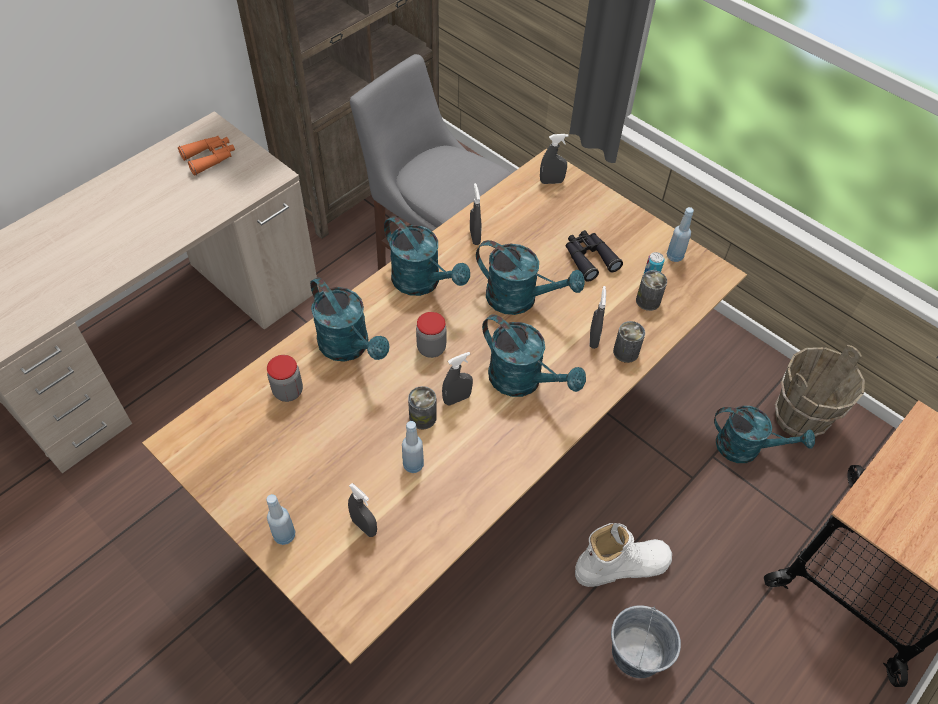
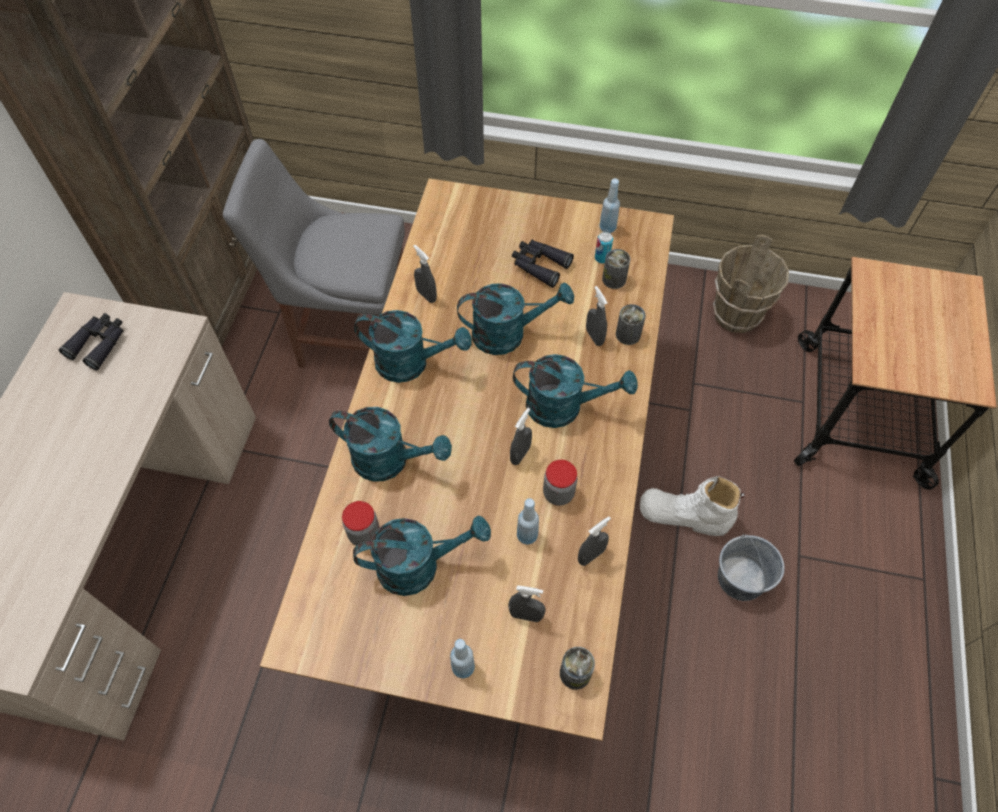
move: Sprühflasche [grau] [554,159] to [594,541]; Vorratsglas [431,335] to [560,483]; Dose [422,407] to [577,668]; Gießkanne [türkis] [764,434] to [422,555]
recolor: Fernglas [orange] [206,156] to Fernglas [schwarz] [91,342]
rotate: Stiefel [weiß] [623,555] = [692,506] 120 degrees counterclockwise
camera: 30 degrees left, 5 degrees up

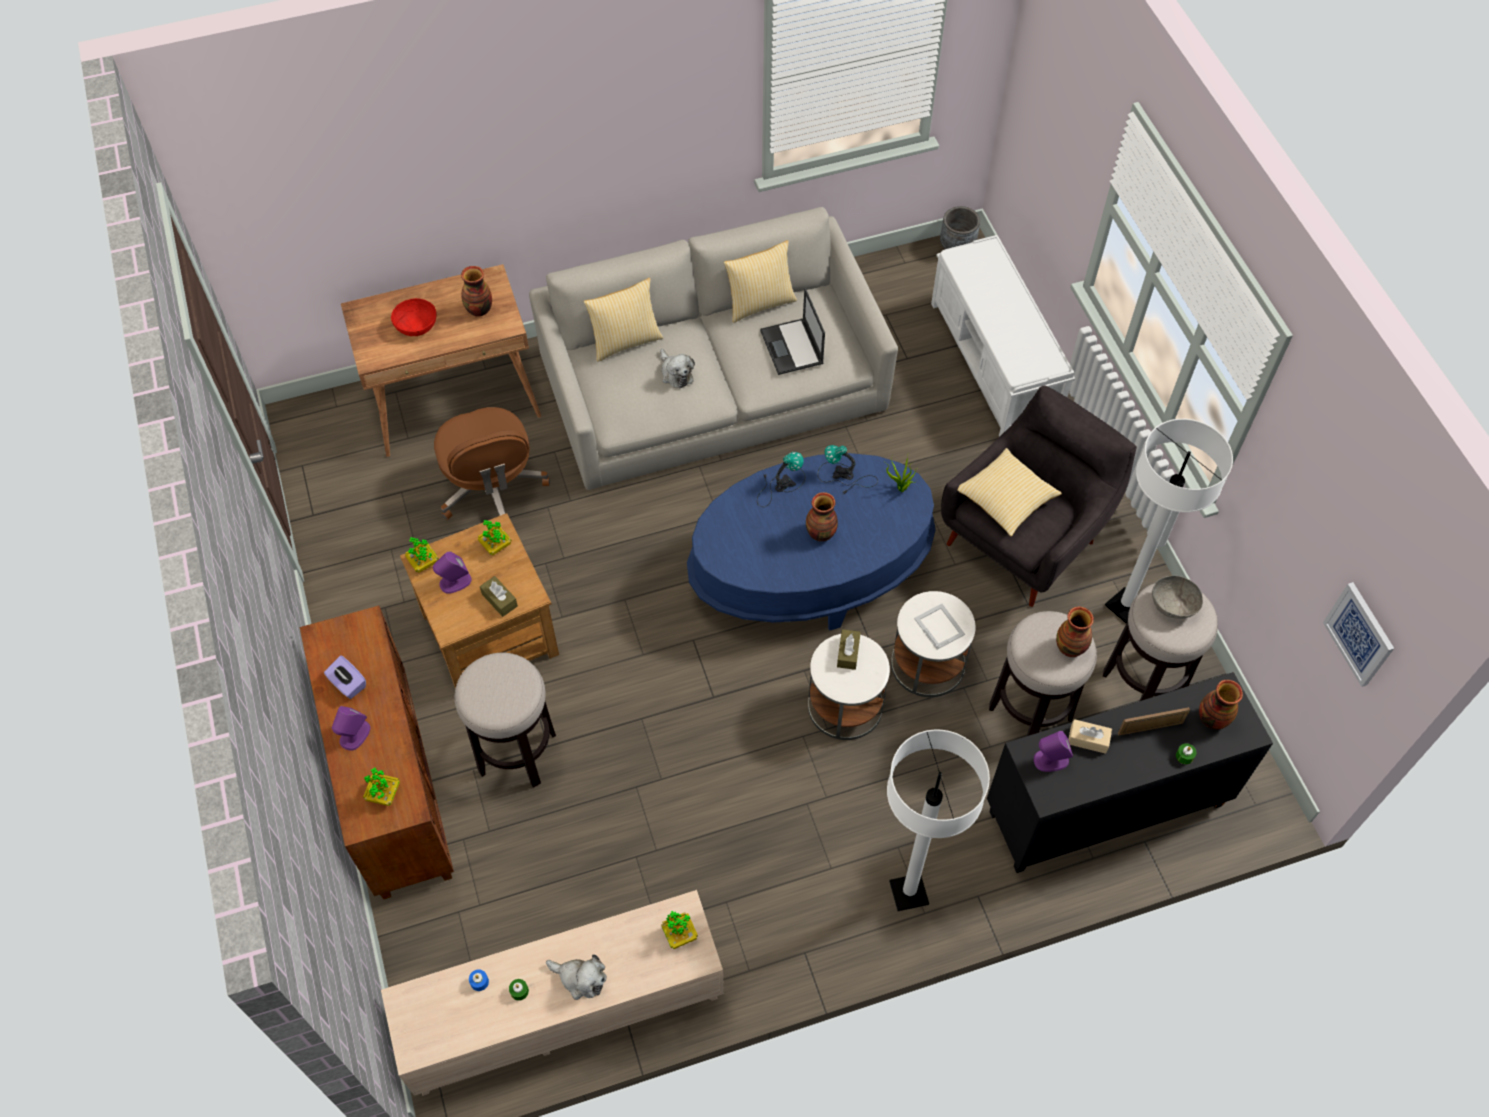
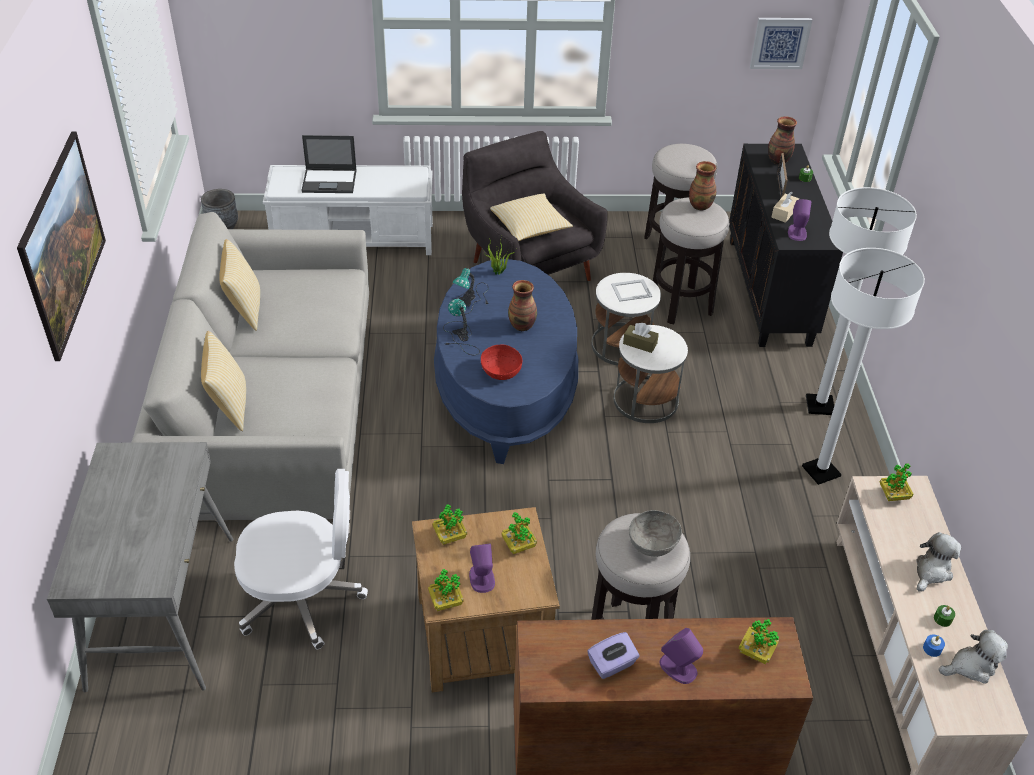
delete: Vase [476,291]
insert: Bild [61,246]
move: Laptop [792,331] to [329,164]; Schüssel [rot] [414,317] to [501,362]; Plüschtier [677,368] to [973,657]; Stehlampe [weiß] [1169,521] to [863,366]; Schüssel [grau] [1177,597] to [655,533]
replace: Taschentuchbox [braun] [499,596] to Topfpflanze [519,533]
recolor: Schreibtisch [braun] [441,360] to Schreibtisch [grau] [140,567]; Bürostuhl [braun] [492,463] to Bürostuhl [weiß] [301,559]
camera: 75 degrees left, 15 degrees down

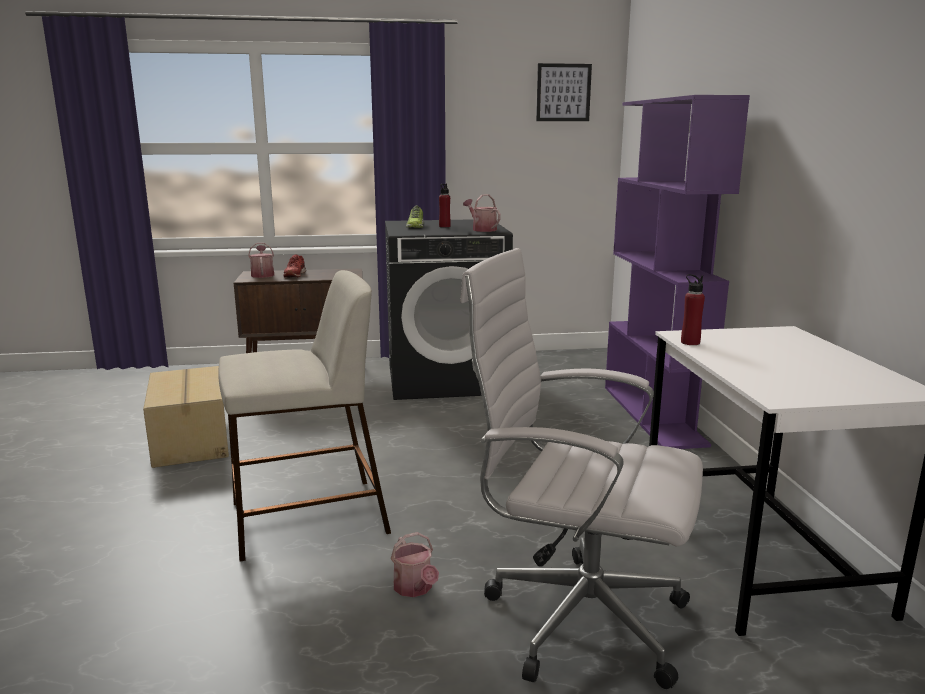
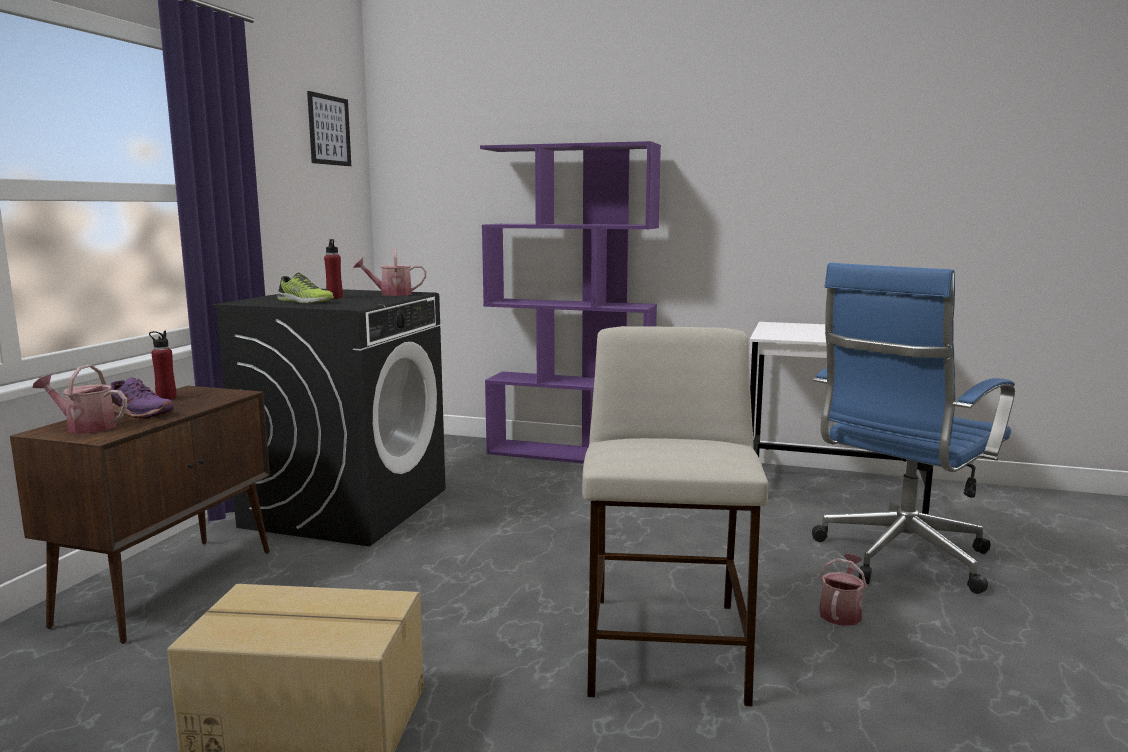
move: Flasche [rot] [693,309] to [163,365]
recolor: Bürostuhl [weiß] [581,468] to Bürostuhl [blau] [913,428]; Schuh [rot] [294,266] to Schuh [lila] [141,398]
rotate: Gießkanne [414,564] = [843,590] 60 degrees counterclockwise
camera: 65 degrees left, 5 degrees down

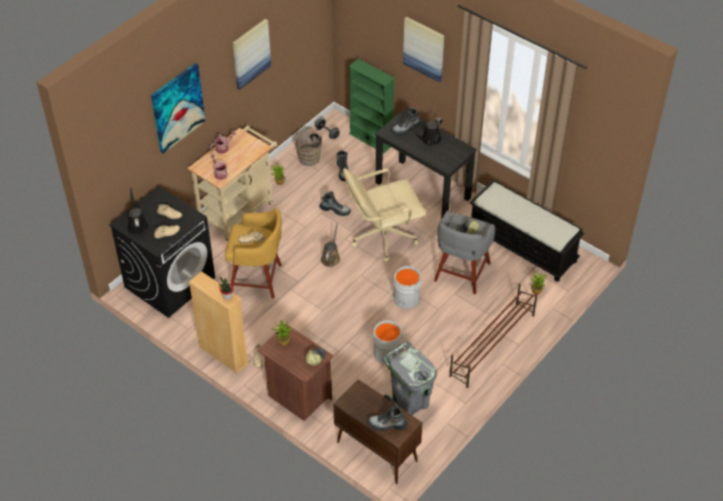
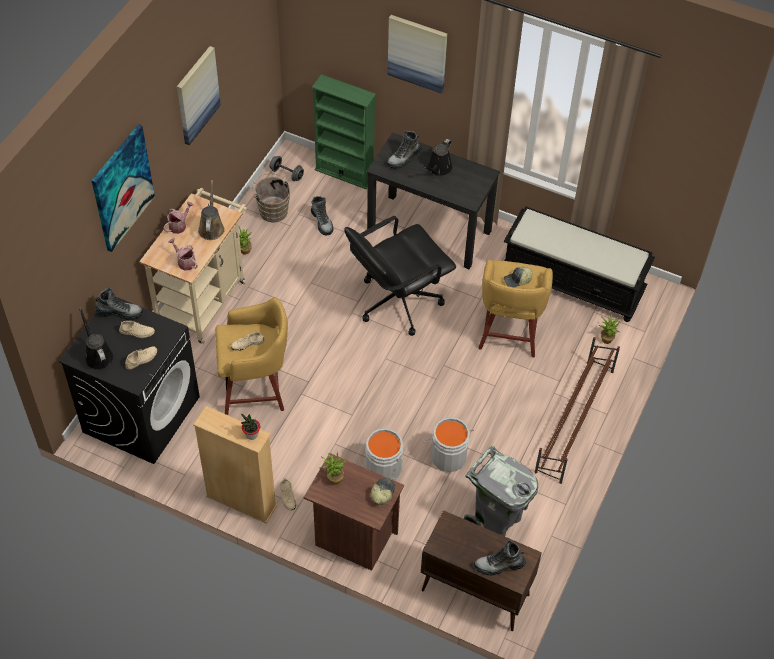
move: Stiefel [335,203] to [119,304]; Gießkanne [braun] [330,245] to [211,210]; Eimer [grau] [404,287] to [380,454]
recolor: Bürostuhl [beige] [384,215] to Bürostuhl [schwarz] [400,276]; Hocker [grau] [464,252] to Hocker [gelb] [515,308]
camera: 15 degrees left, 5 degrees up

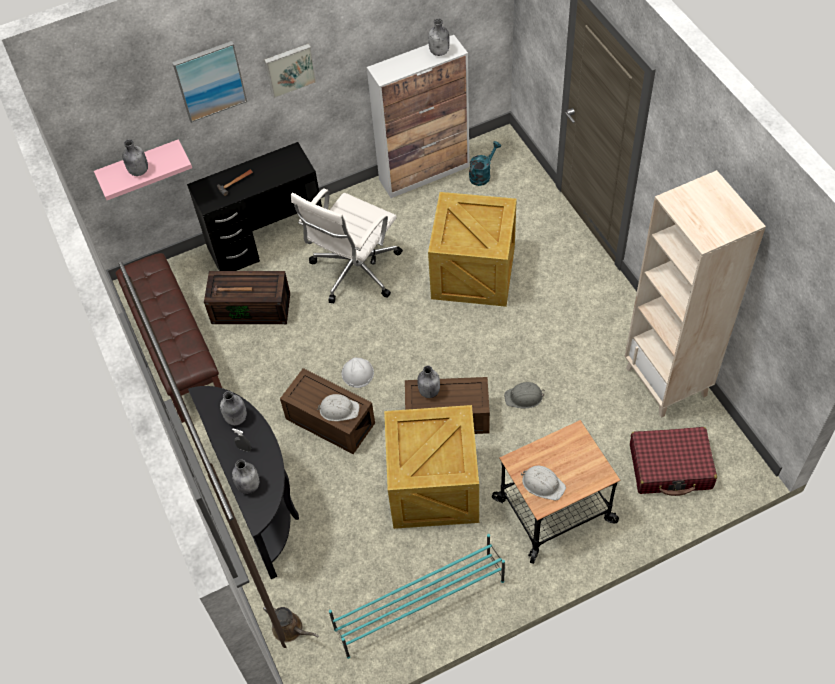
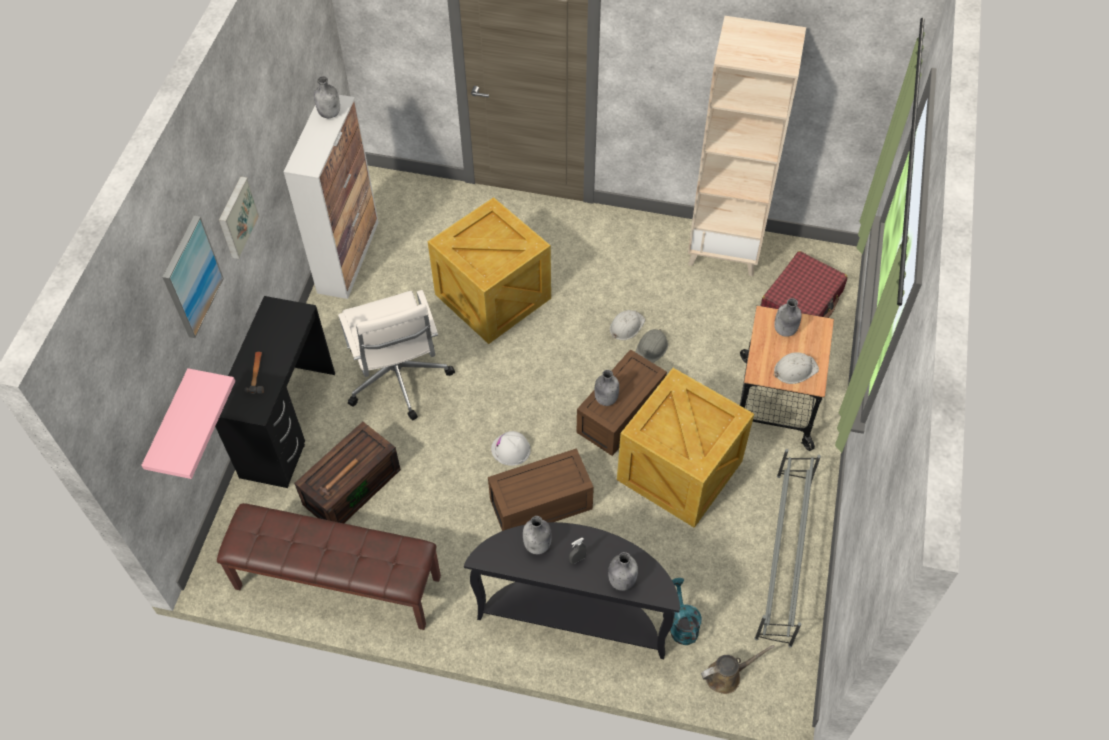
move: Flasche [grau] [135,157] to [788,317]; Gießkanne [türkis] [485,163] to [686,611]; Schutzhelm [weiß] [338,407] to [627,325]
recolor: Schuhregal [türkis] [417,596] to Schuhregal [grau] [788,548]
camera: 55 degrees left, 0 degrees up

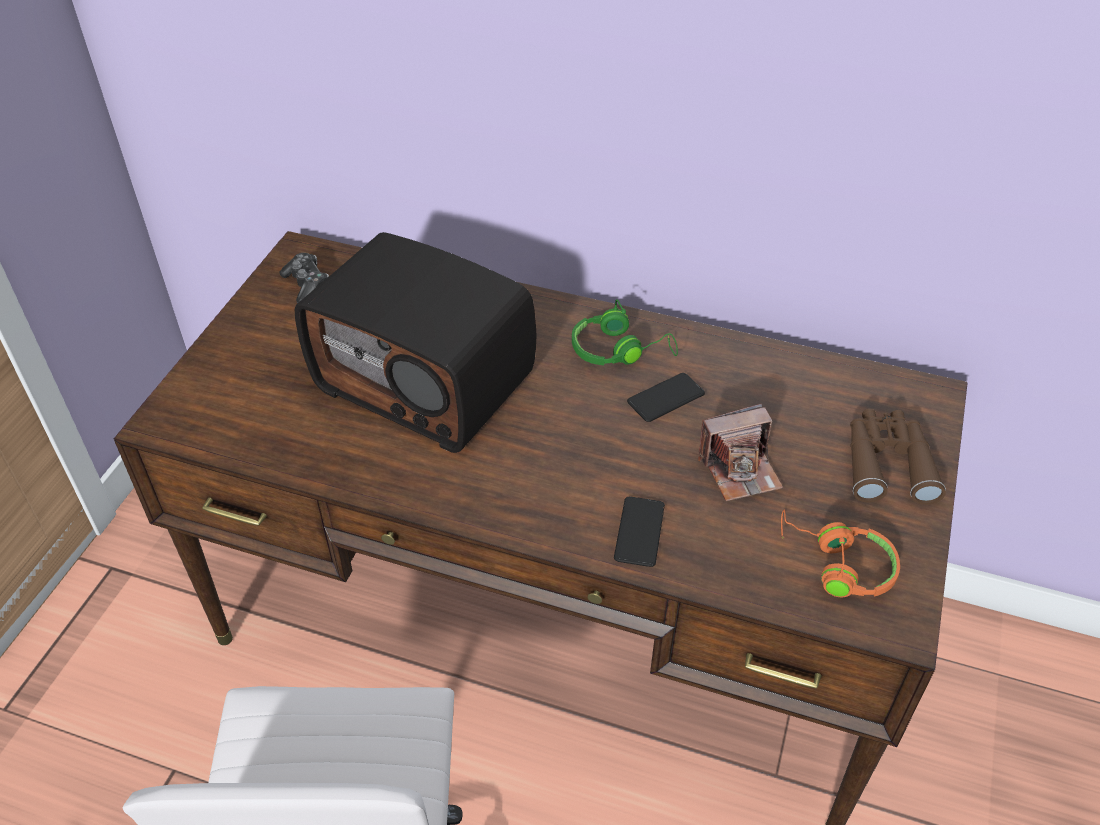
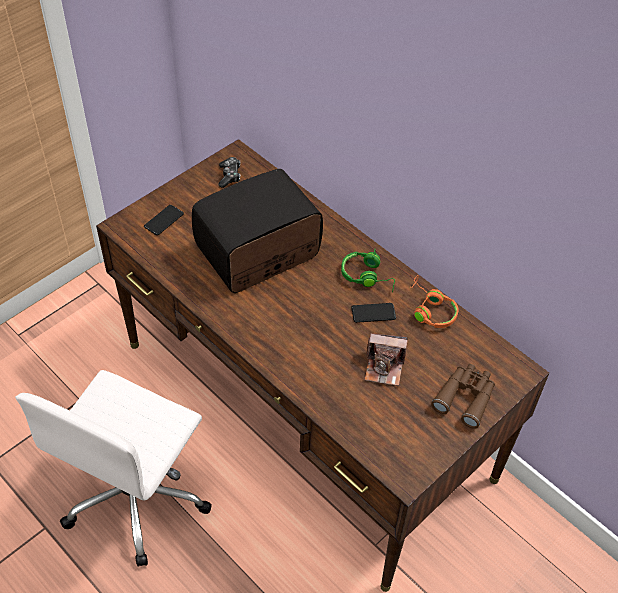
move: Handy [639,531] to [164,220]; Kopfhörer [orange] [840,554] to [434,301]
rotate: Radio [415,342] = [257,231] 90 degrees clockwise
camera: 25 degrees right, 5 degrees up

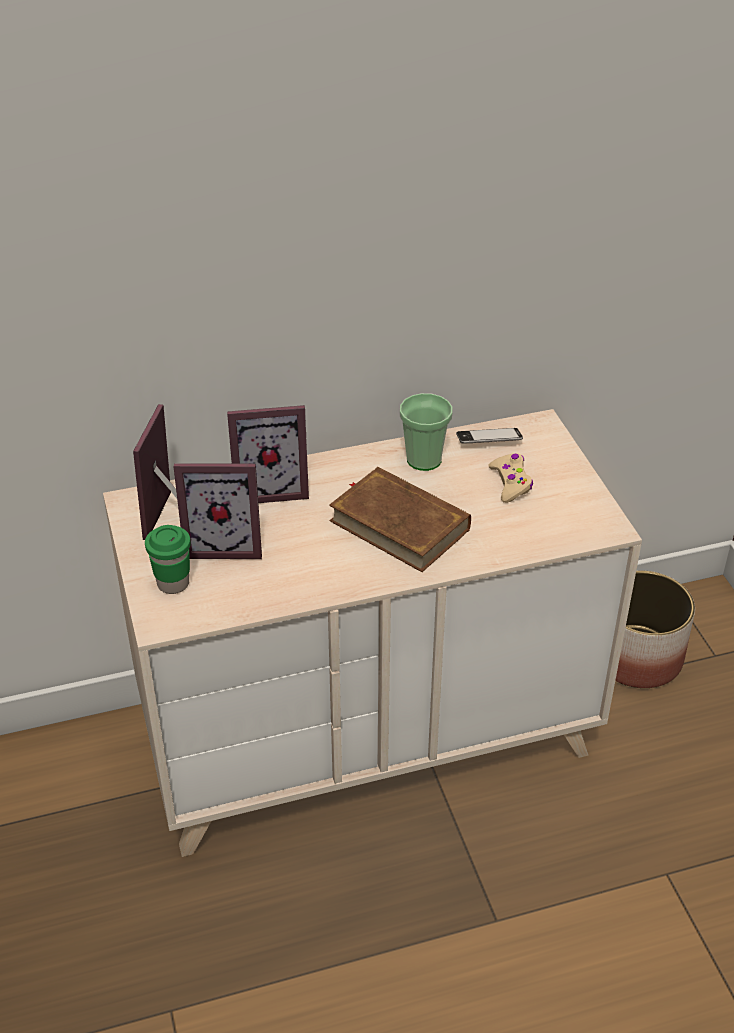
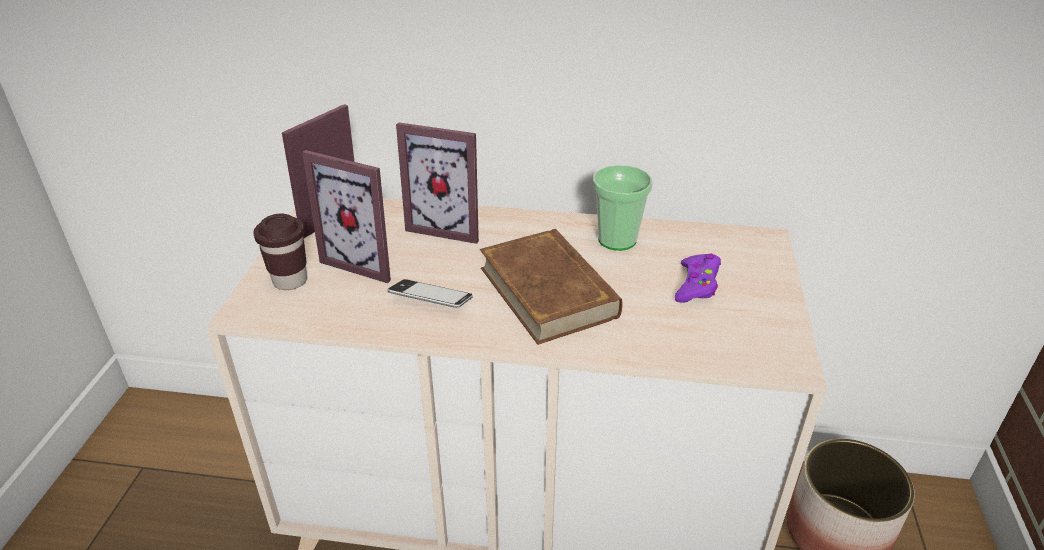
move: Handy [489,435] to [430,293]
recolor: Gamepad [beige] [511,478] to Gamepad [lila] [698,278]; Tasse [grün] [168,559] to Tasse [braun] [280,252]
camera: 25 degrees right, 5 degrees down

